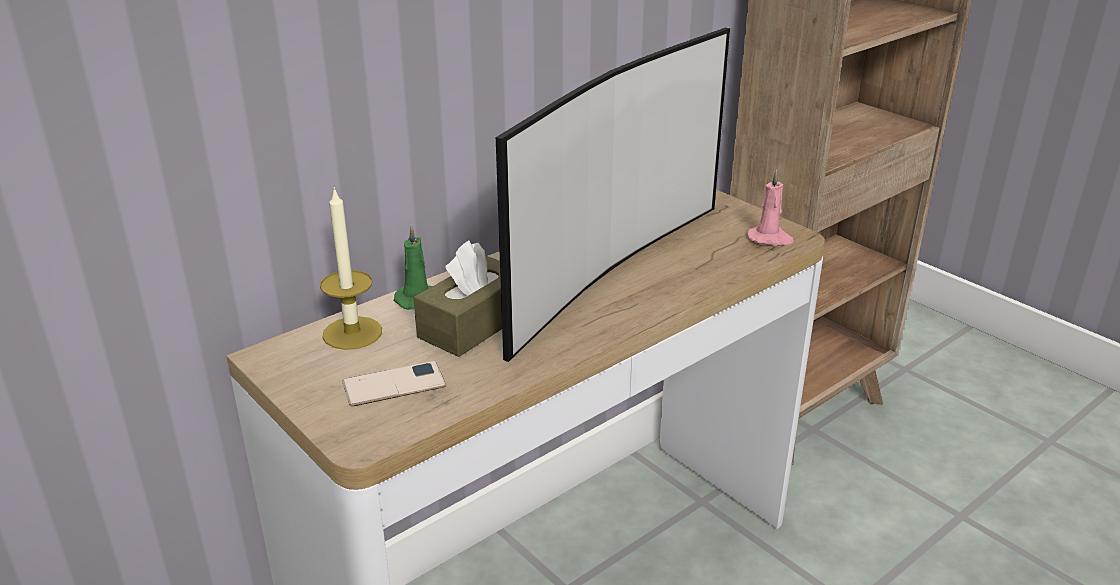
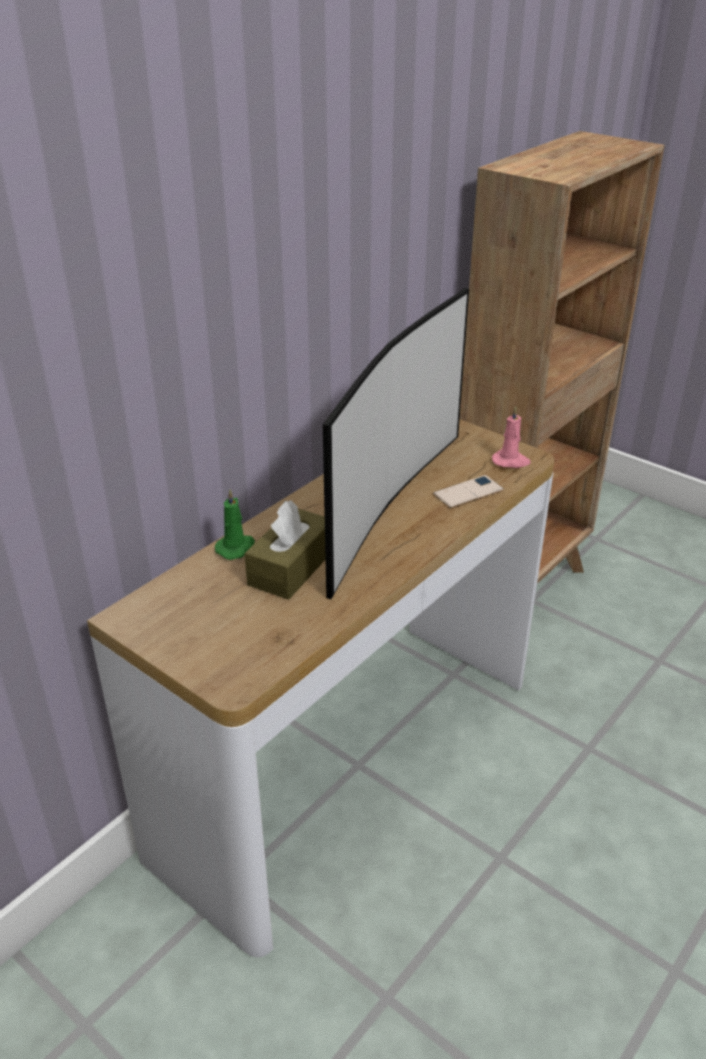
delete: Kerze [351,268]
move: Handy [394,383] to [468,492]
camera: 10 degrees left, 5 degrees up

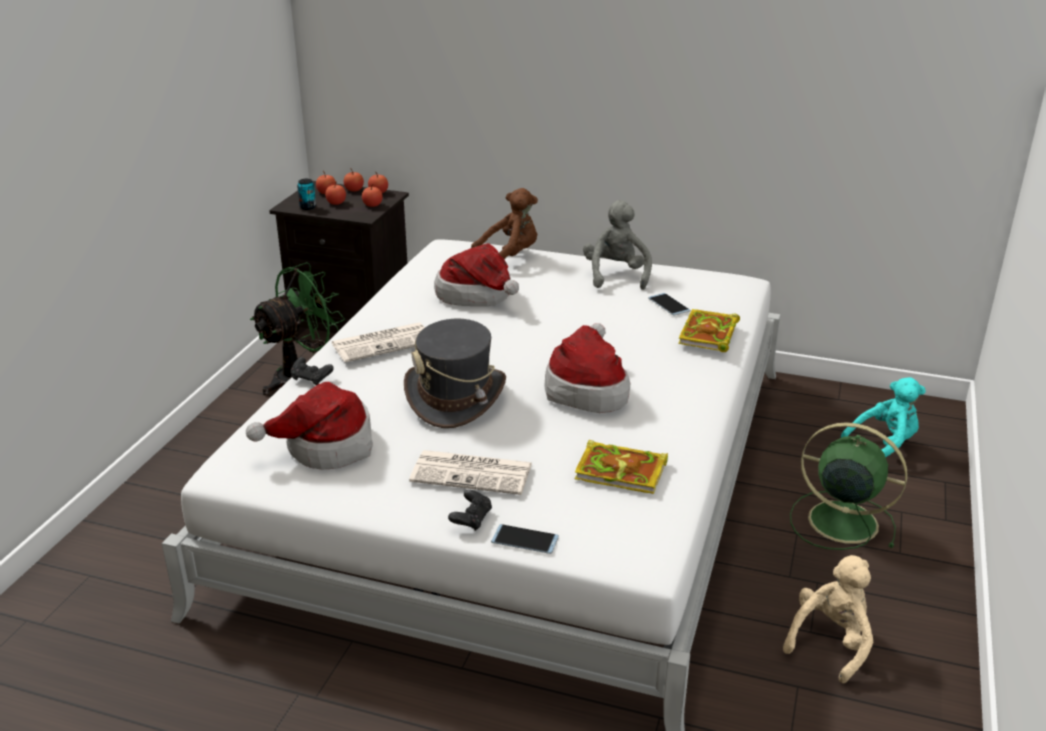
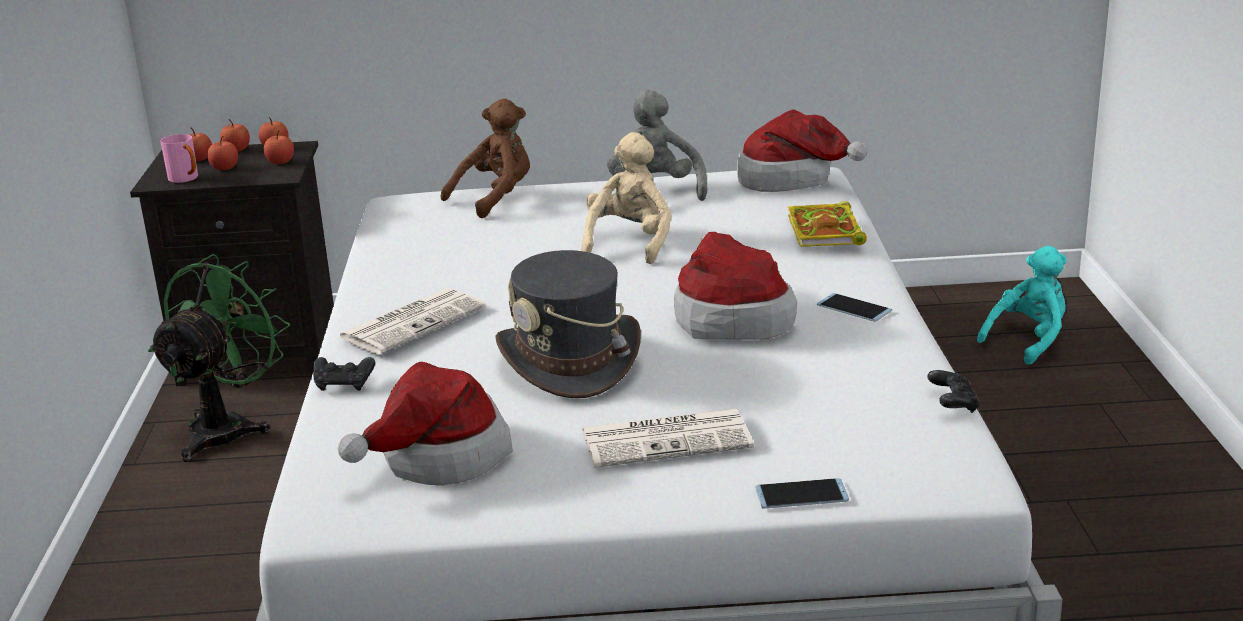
delete: Ventilator [grün] [848,486]; Buch [621,467]
move: Hut [476,274] to [802,150]; Handy [669,304] to [854,307]; Gamepad [schwarz] [470,510] to [953,391]; Plüschtier [beige] [828,619] to [627,198]
replace: Dose [306,194] to Henkelbecher [rosa] [179,158]
camera: 20 degrees left, 5 degrees down

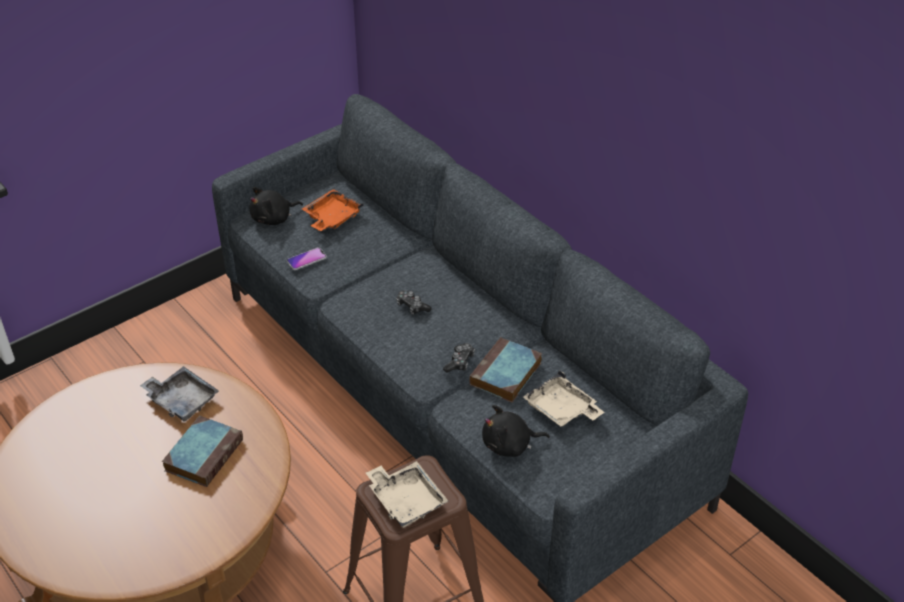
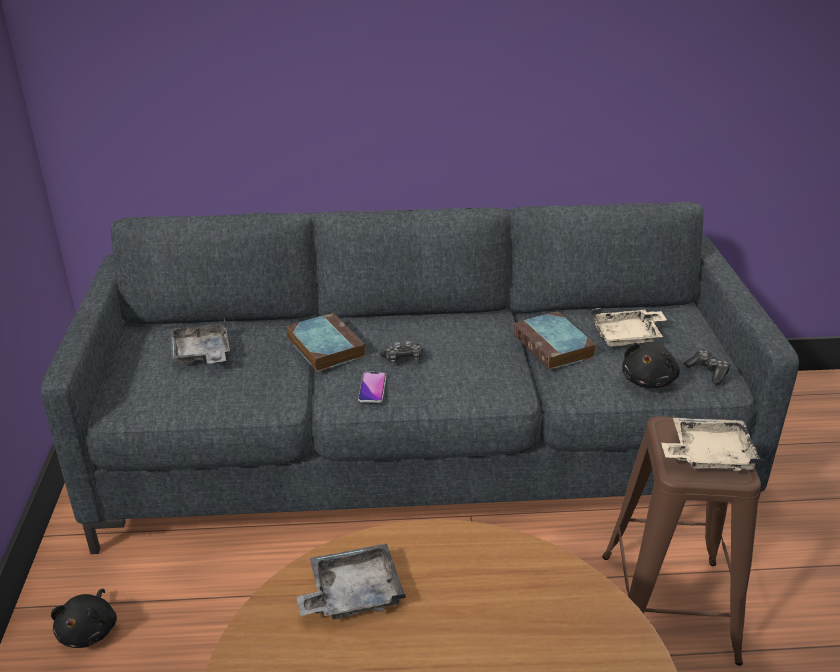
move: Plüschtier [schwarz] [276,206] to [84,618]; Handy [307,258] to [372,387]; Gamepad [459,358] to [707,366]; Buch [202,451] to [326,342]
recolor: Tablett [orange] [333,210] to Tablett [grau] [200,341]
camera: 55 degrees left, 10 degrees down

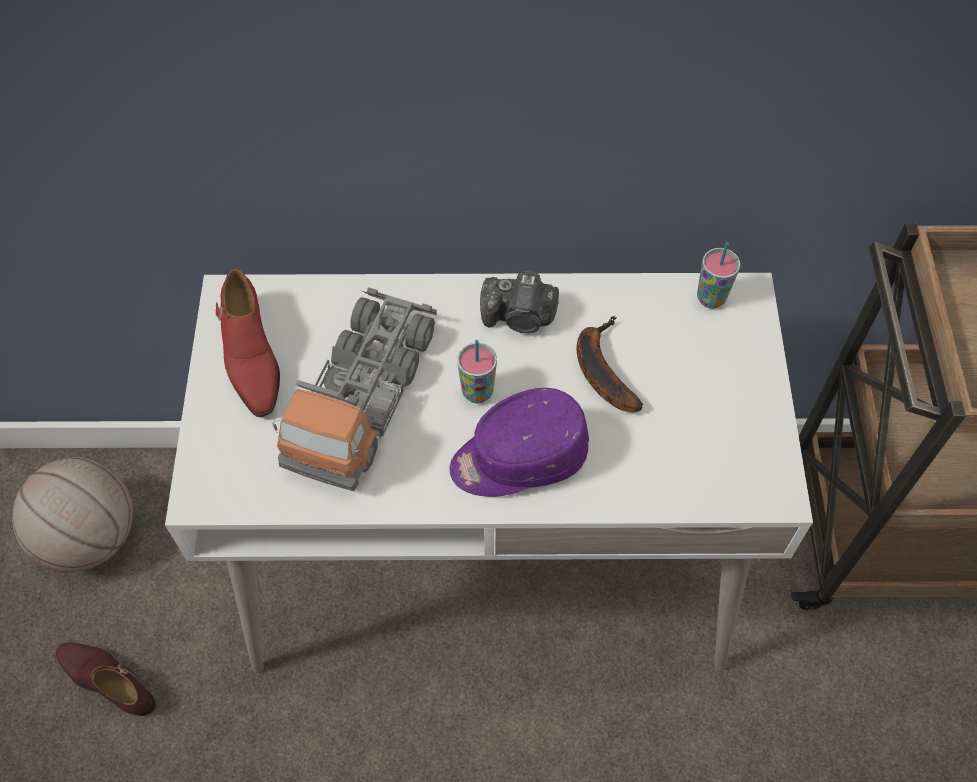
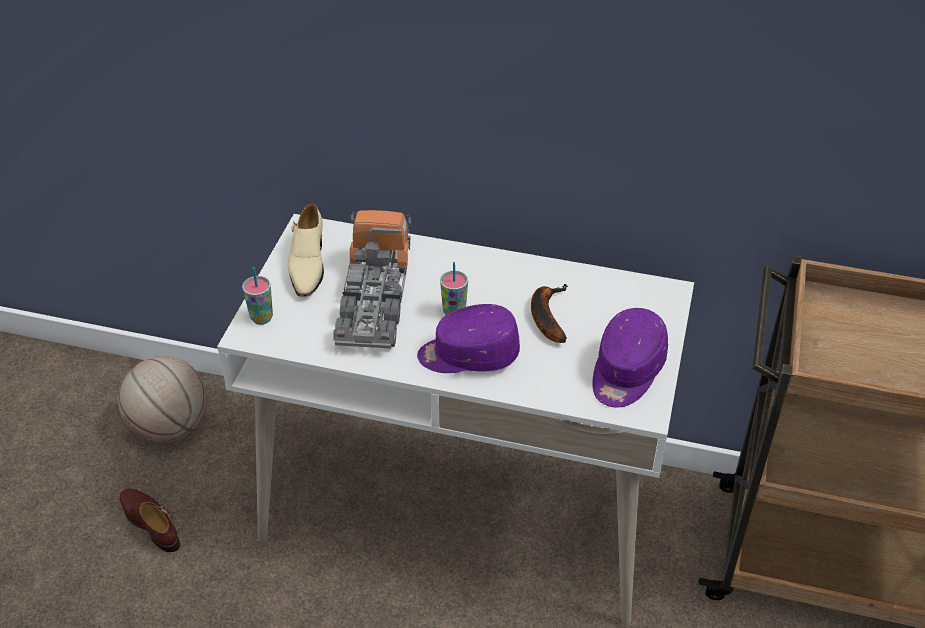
delete: Kamera [519,302]
insert: Kappe [lila] [630,357]
move: Tasse [718,275] to [257,296]
recolor: Schuh [rot] [248,343] to Schuh [beige] [306,250]
rotate: Spielzeuglaster [354,389] = [373,279] 150 degrees clockwise
camera: 15 degrees right, 15 degrees down

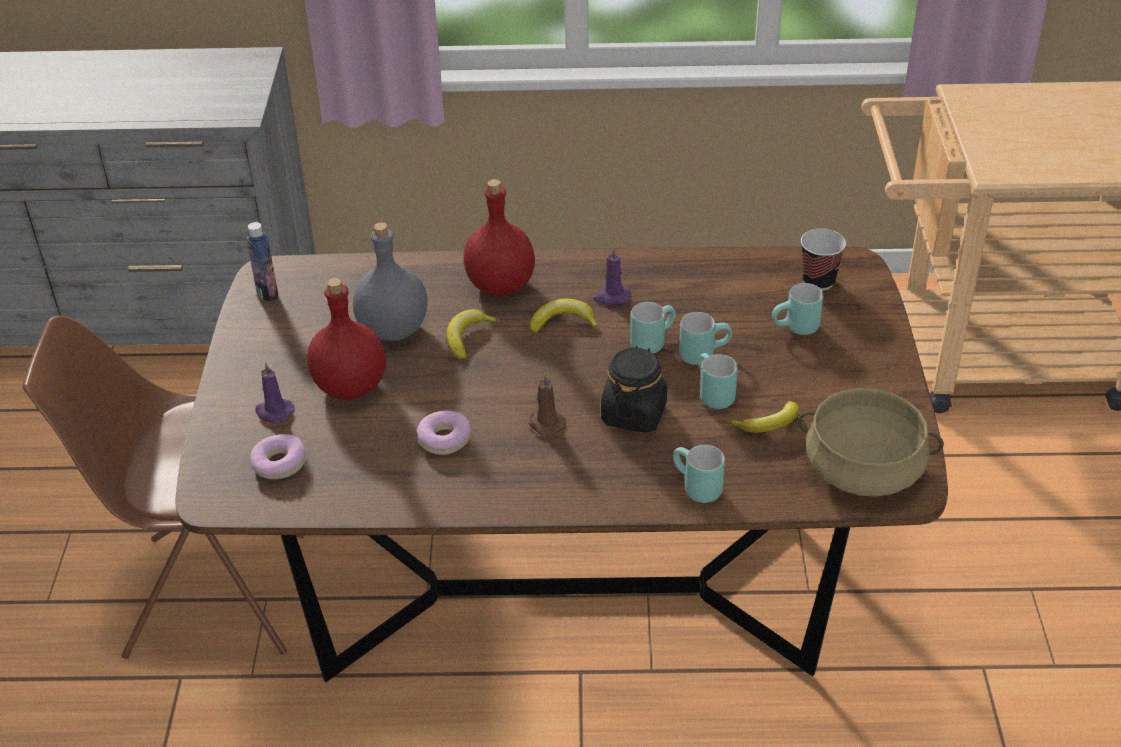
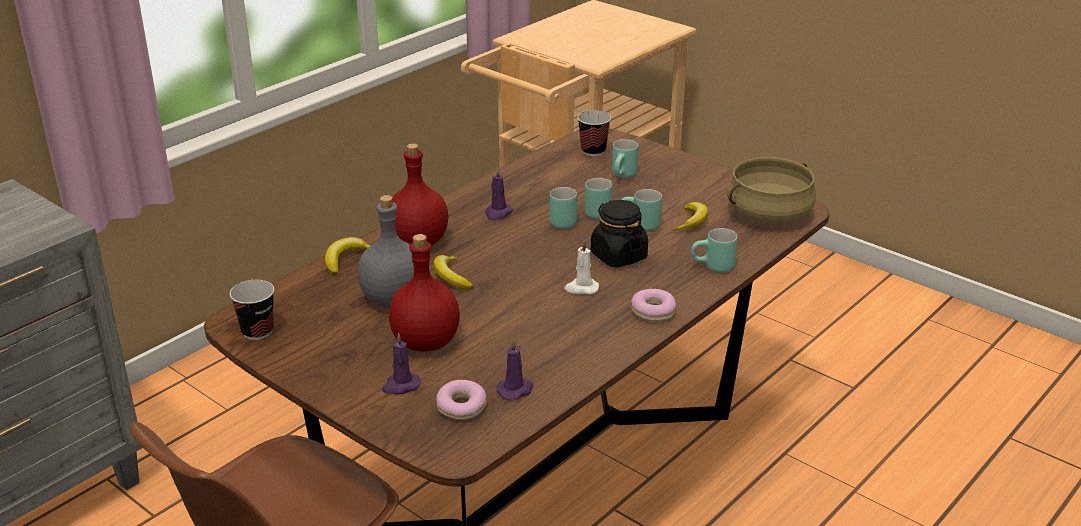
insert: Kerze [lila] [515,369]
move: Banane [564,316] to [347,256]; Donut [444,432] to [653,305]
replace: Flasche [262,261] to Tasse [252,310]
recolor: Kerze [braun] [547,404] to Kerze [weiß] [581,267]
camera: 50 degrees left, 10 degrees down

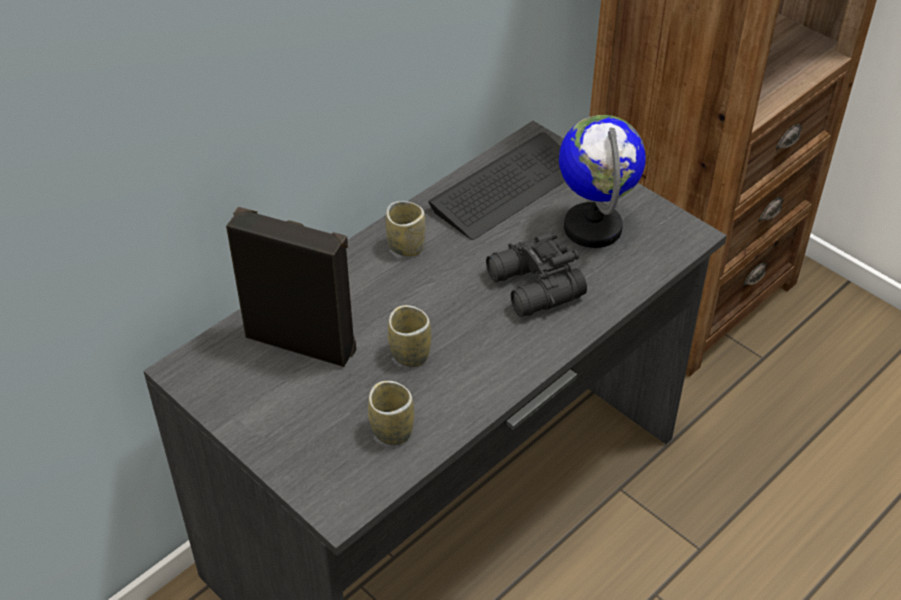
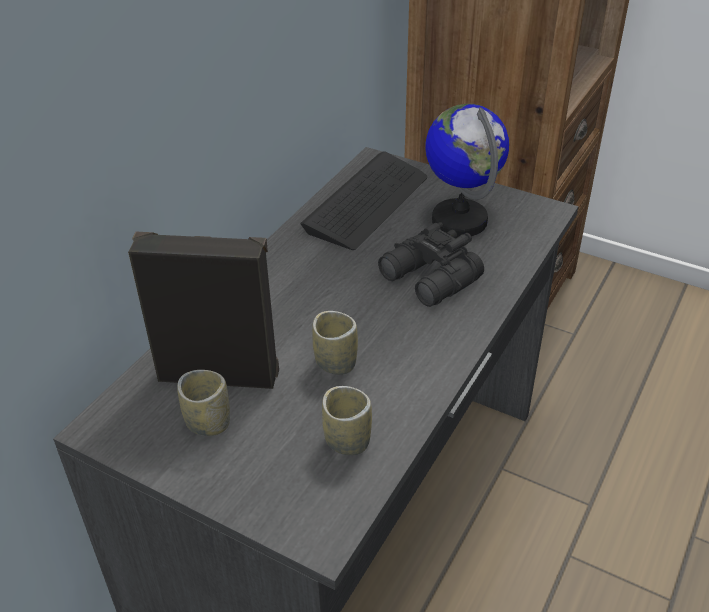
move: Tasse [406,229] to [203,403]
camera: 15 degrees left, 5 degrees down

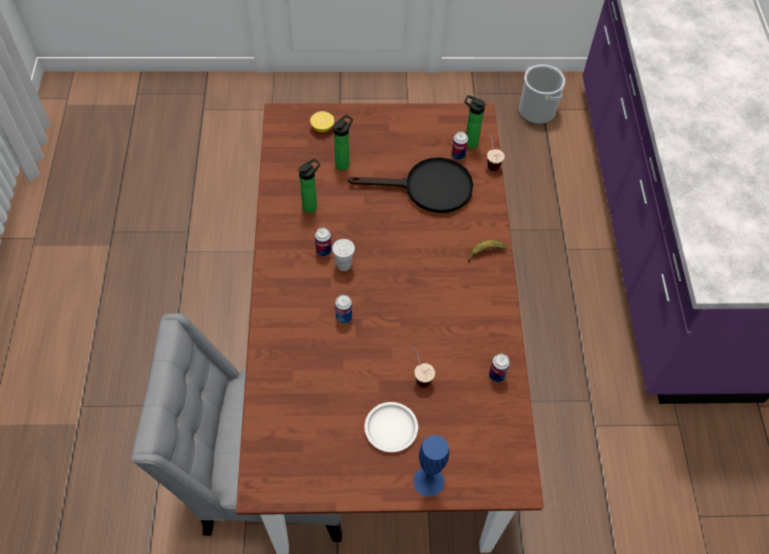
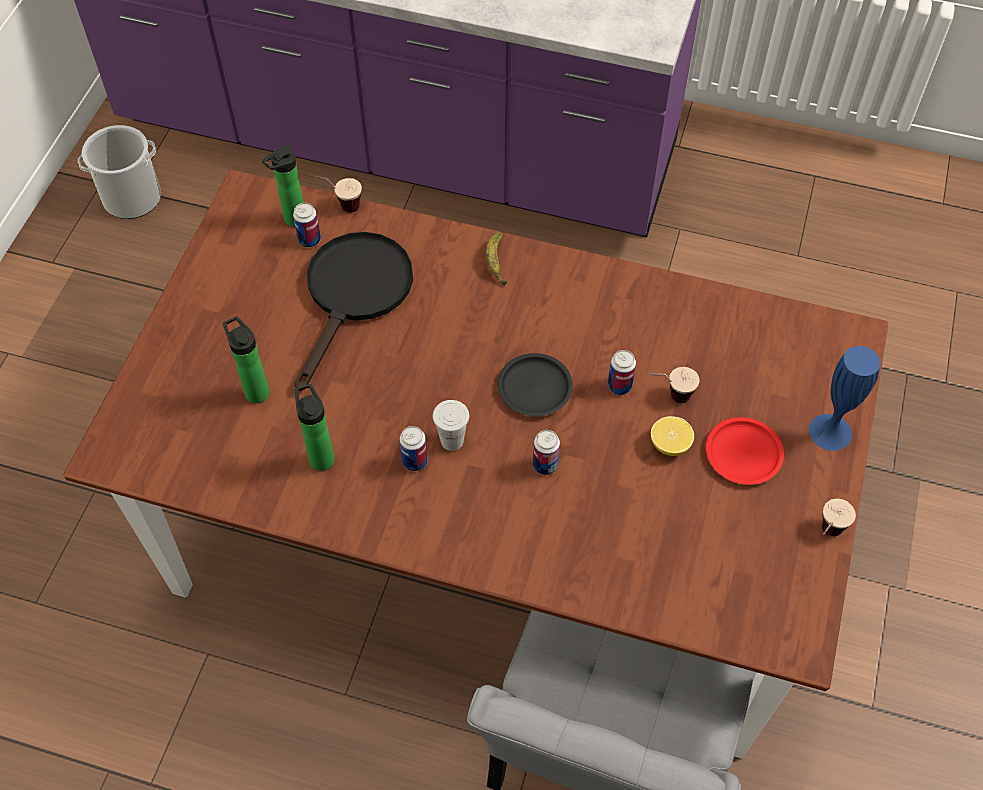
insert: Teller [schwarz] [535,385]; Tasse [839,517]
move: Zitrone [322,122] to [672,436]; Dose [499,368] to [622,372]
recolor: Teller [weiß] [391,427] to Teller [rot] [745,451]
camera: 70 degrees left, 0 degrees up

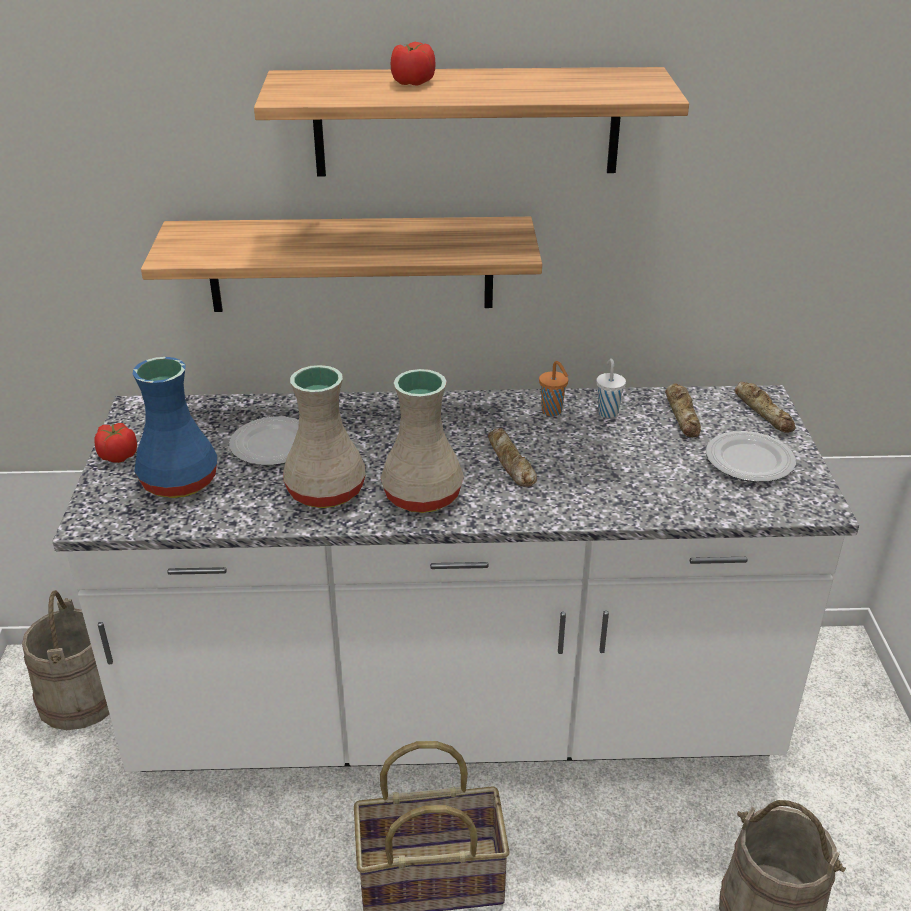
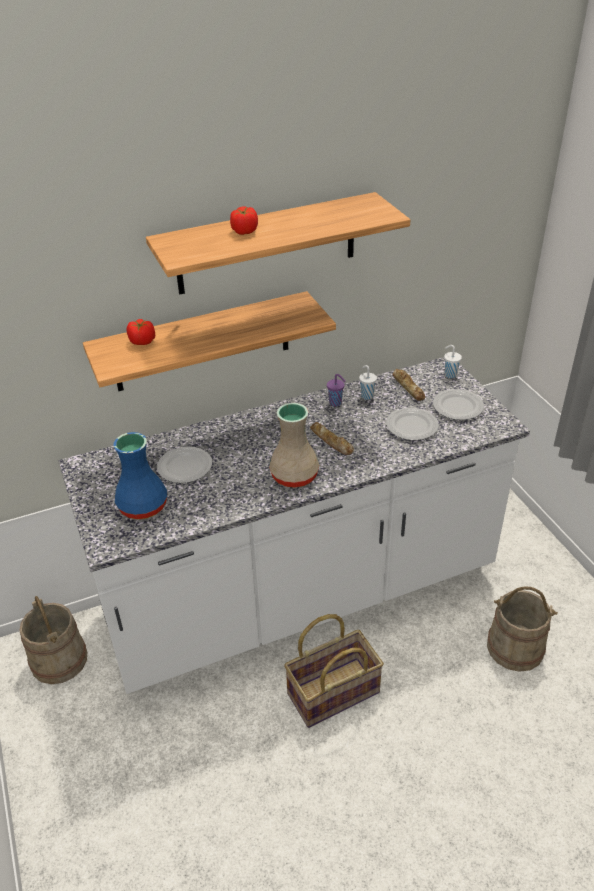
delete: Vase [beige] [324,436]
insert: Teller [412,424]
move: Tomate [115,443] to [140,332]
replace: Brot [764,407] to Tasse [weiß] [453,361]
recolor: Tasse [orange] [553,388] to Tasse [lila] [336,390]
camera: 20 degrees left, 5 degrees up

